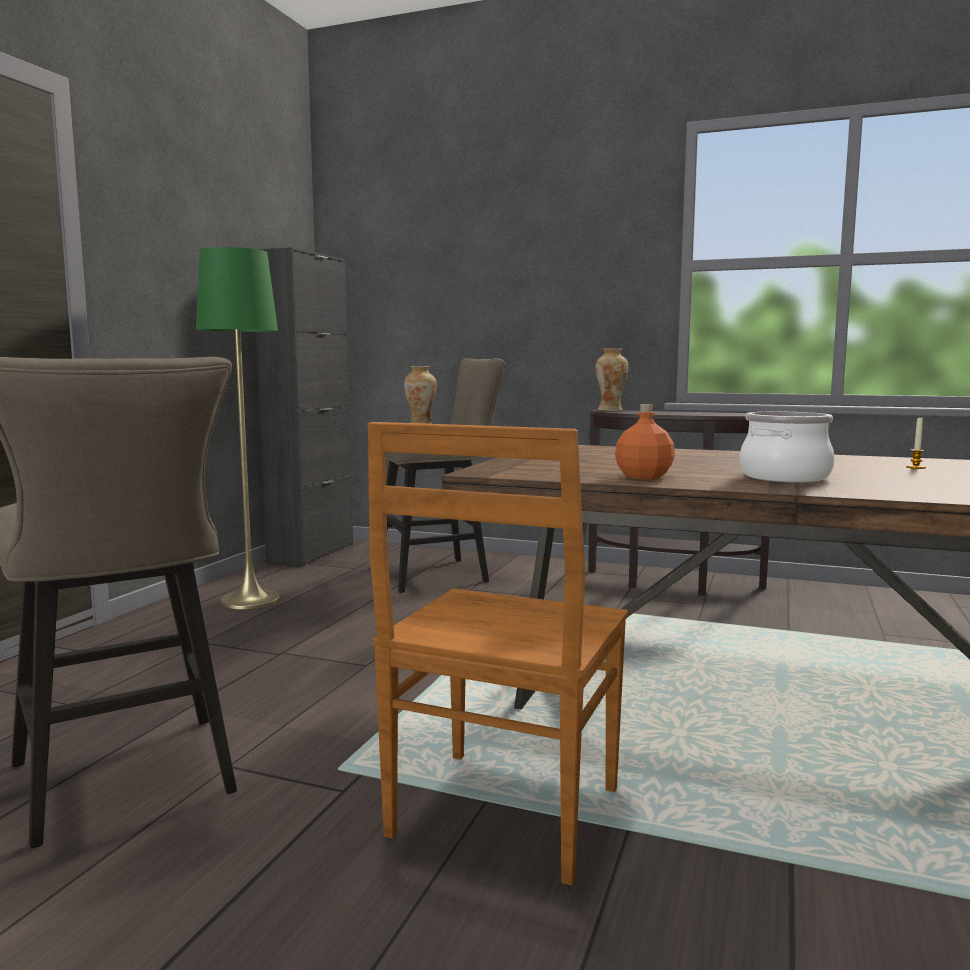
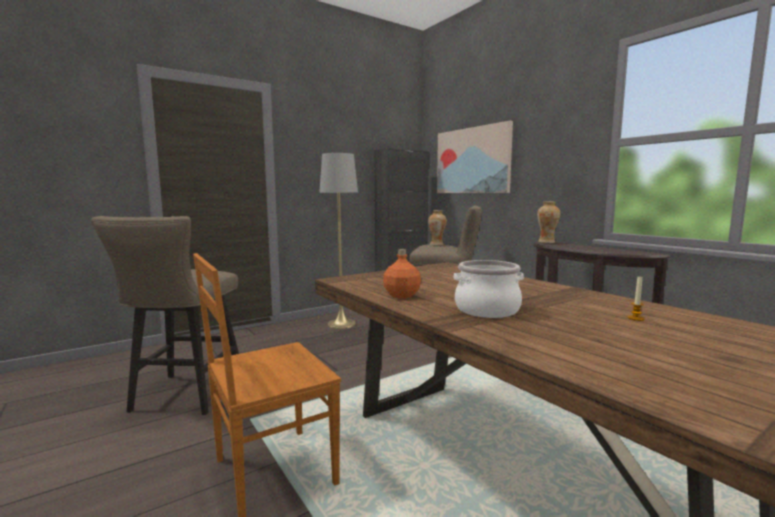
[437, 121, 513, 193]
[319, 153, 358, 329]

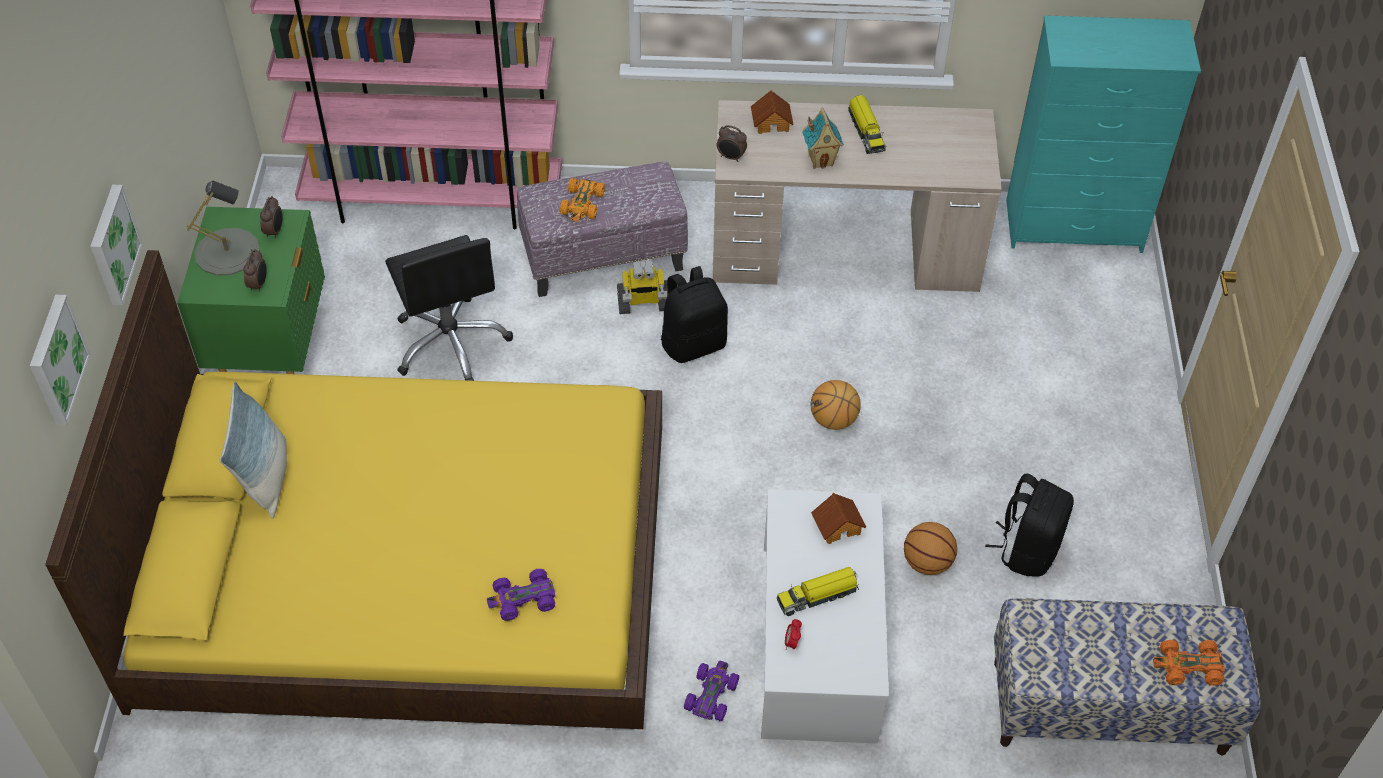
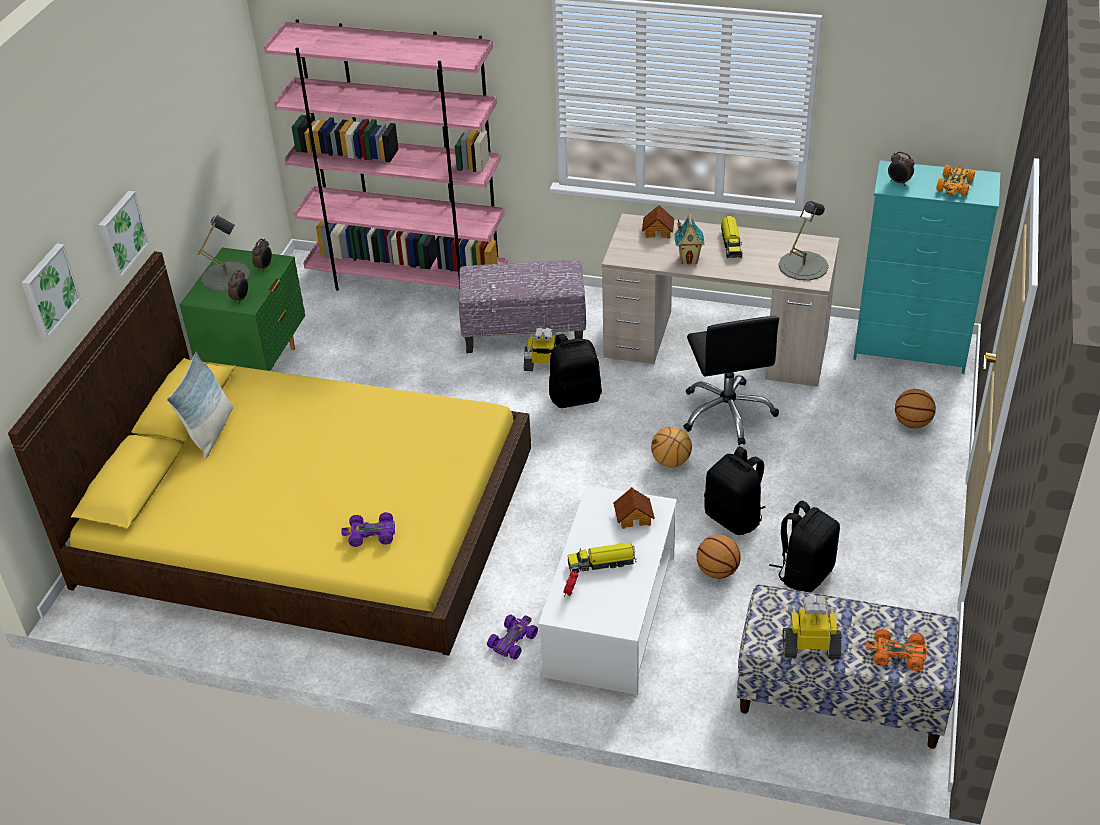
[704, 446, 766, 535]
[778, 201, 829, 281]
[783, 596, 841, 659]
[895, 389, 936, 429]
[683, 316, 779, 445]
[936, 165, 975, 196]
[888, 152, 915, 186]

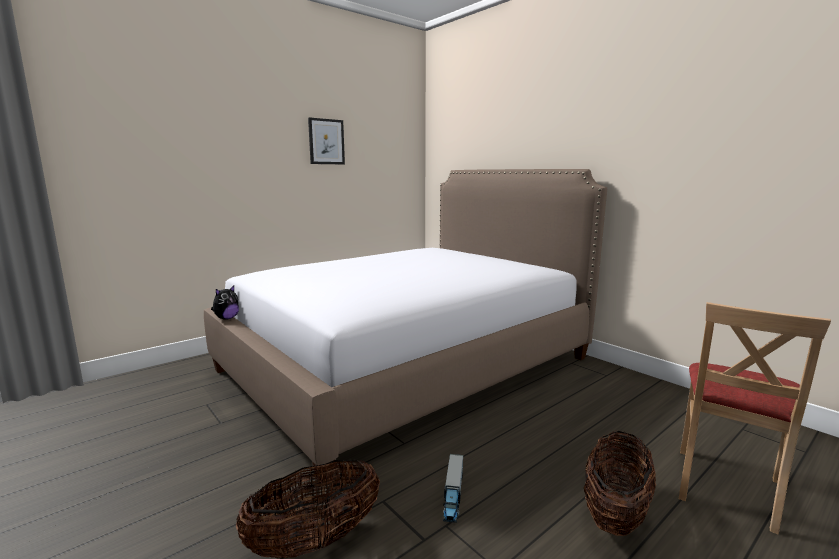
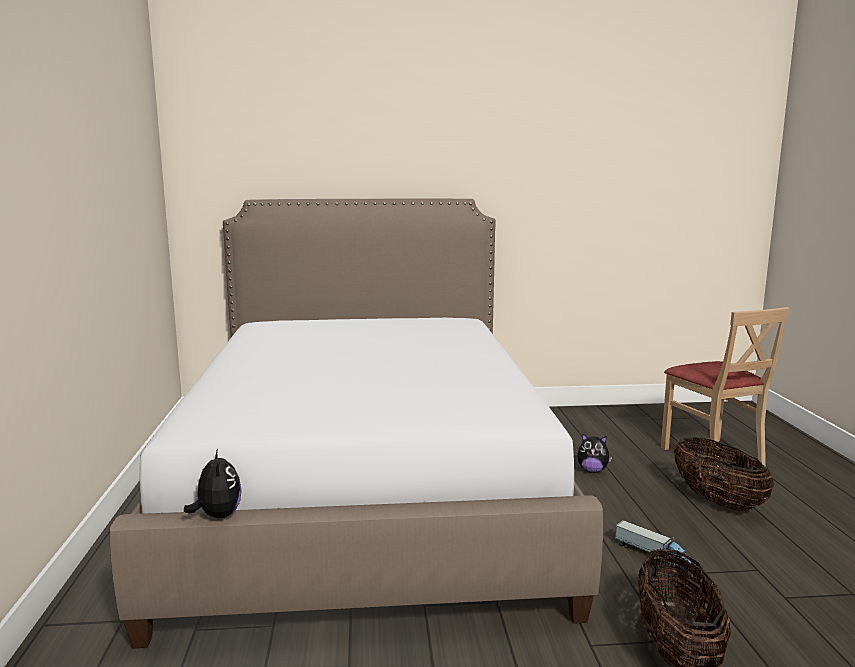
[308, 117, 345, 164] (first image)
[577, 433, 612, 473]

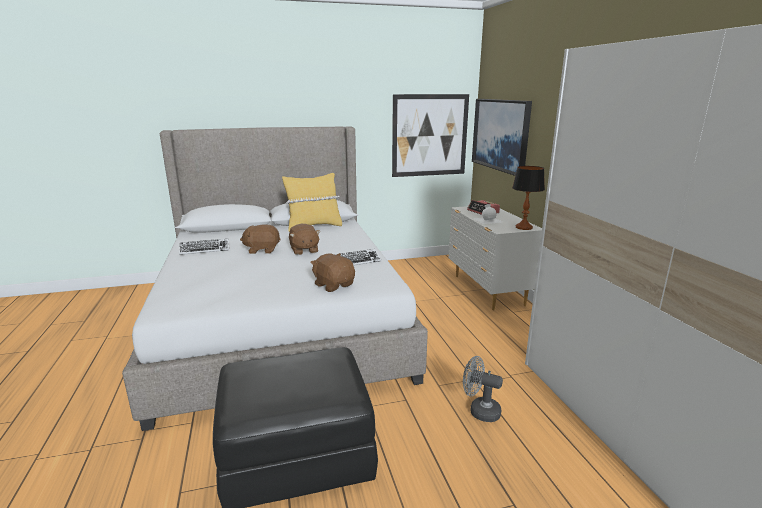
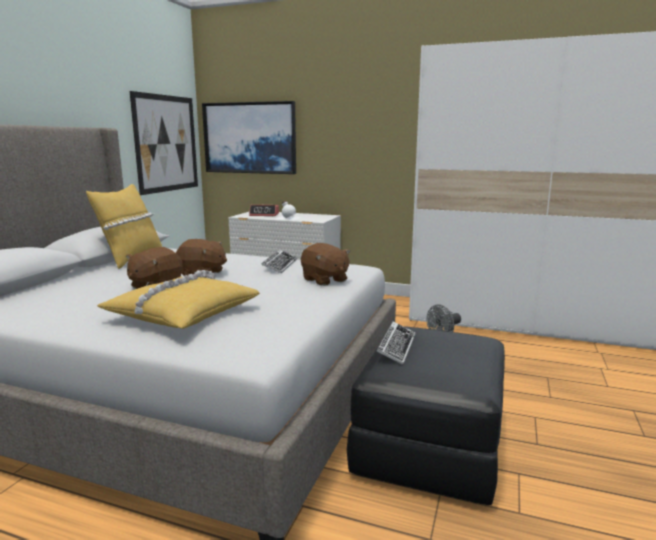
[512, 166, 545, 230] (first image)
[97, 270, 260, 329]
[377, 322, 416, 365]
[301, 243, 351, 286]

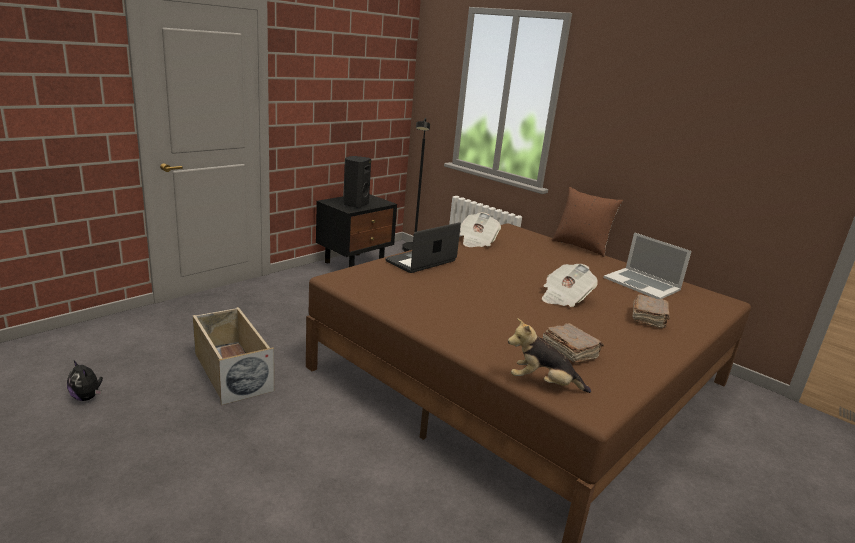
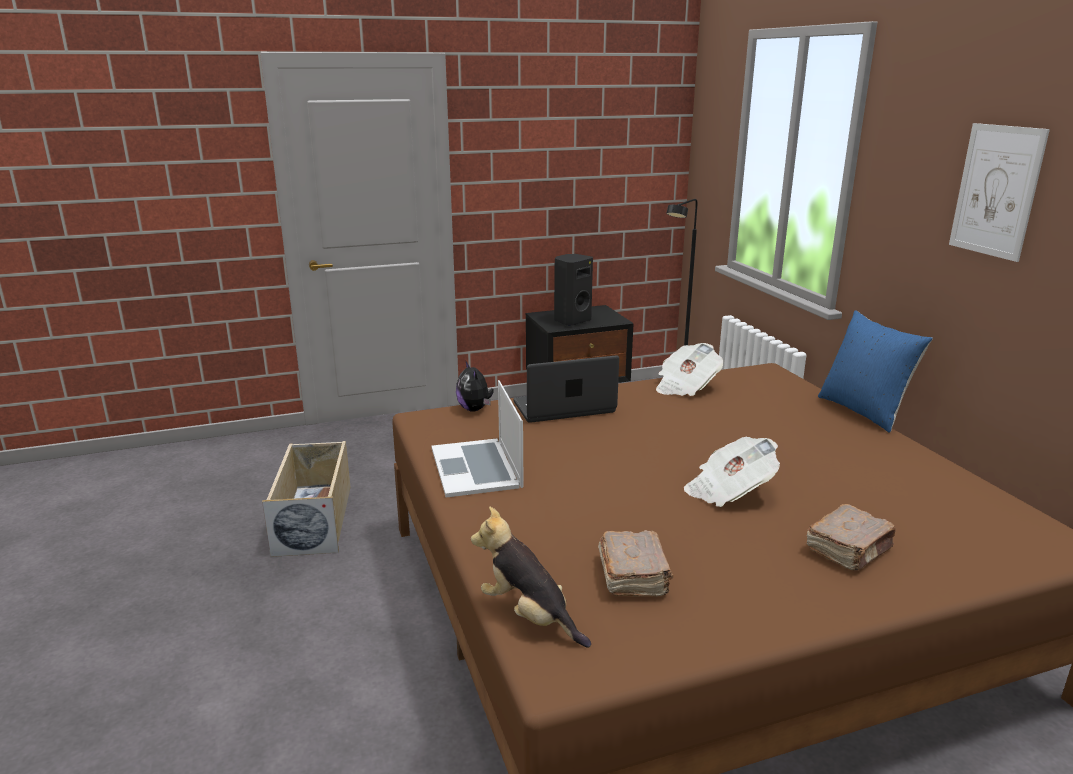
[949, 123, 1050, 262]
[456, 360, 494, 412]
[432, 380, 524, 498]
[818, 311, 933, 433]

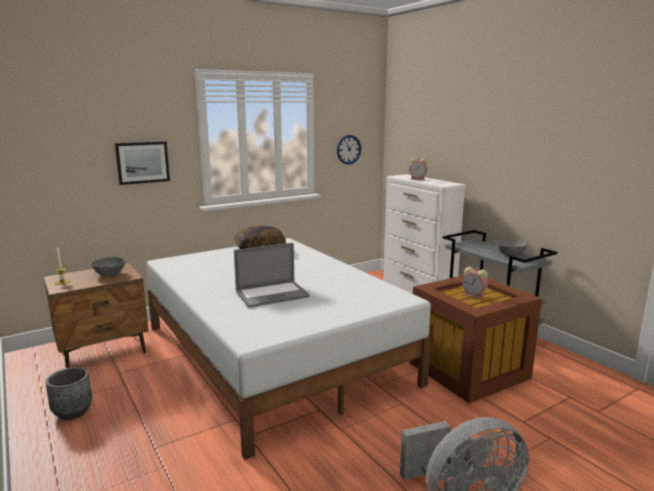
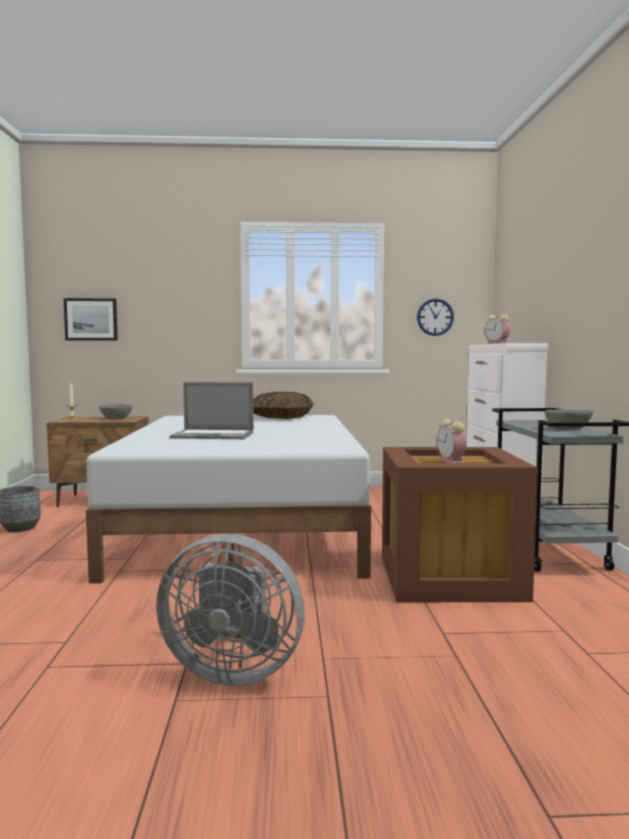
[64, 298, 118, 340]

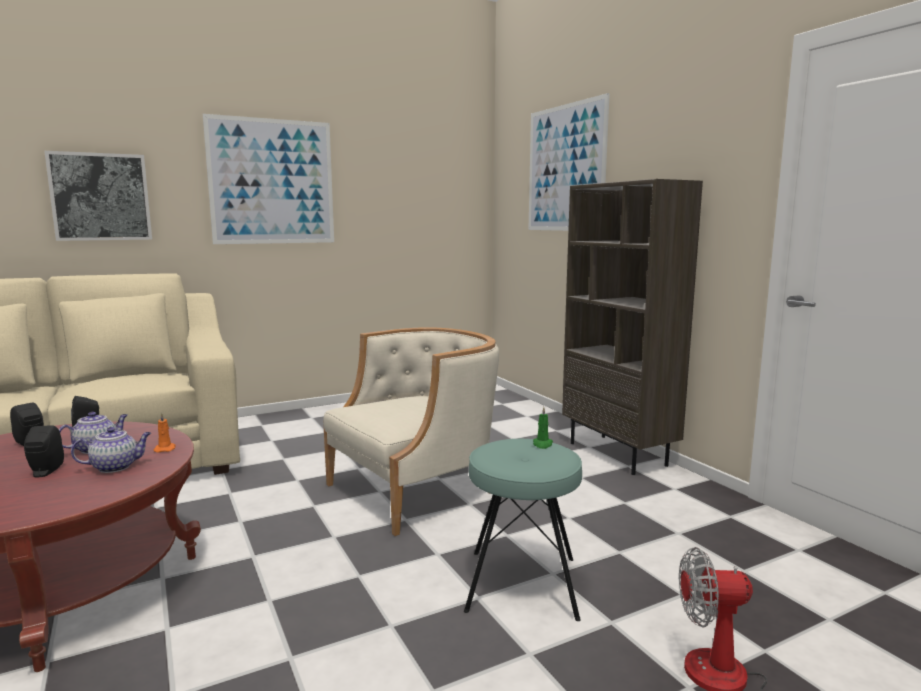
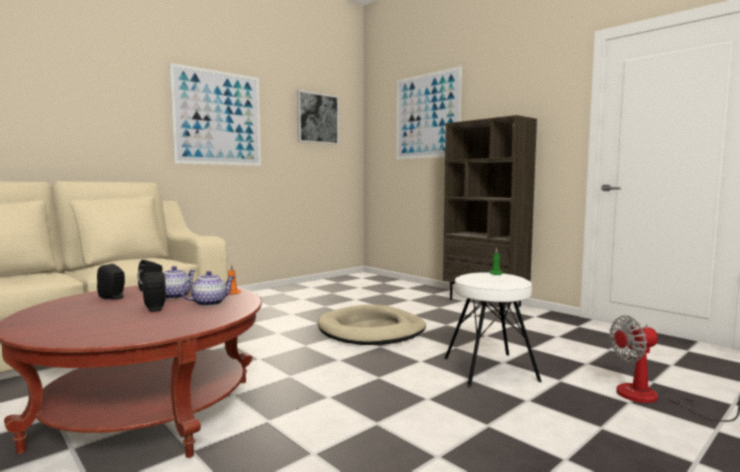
[297, 90, 339, 145]
[317, 304, 426, 345]
[445, 273, 542, 387]

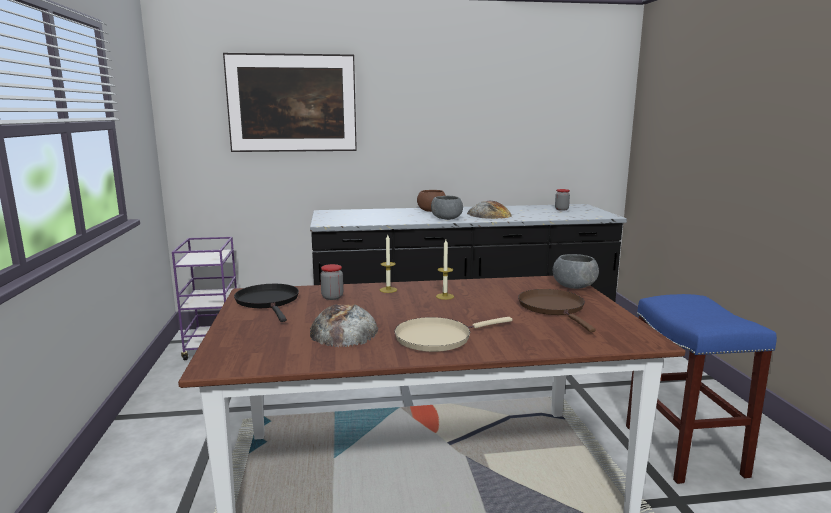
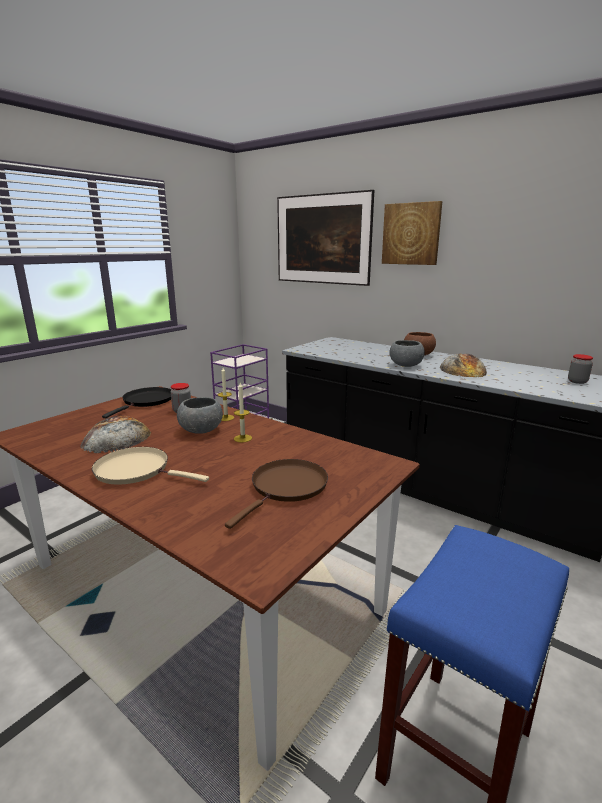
[382, 201, 443, 265]
[177, 397, 223, 434]

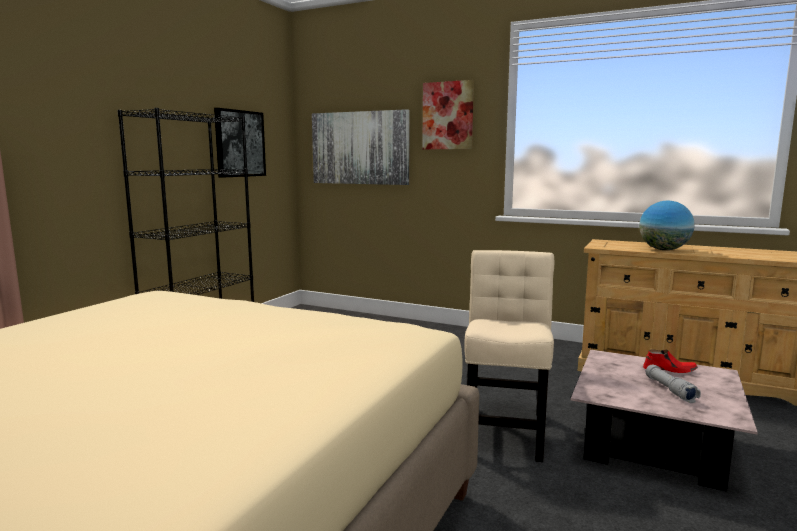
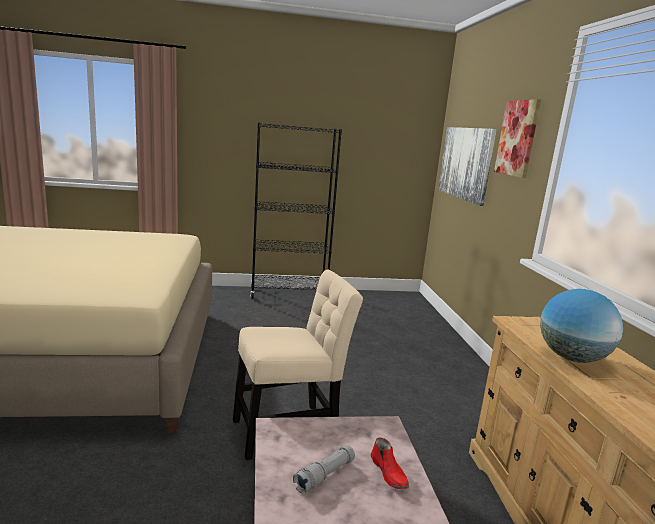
[214, 108, 266, 178] (first image)

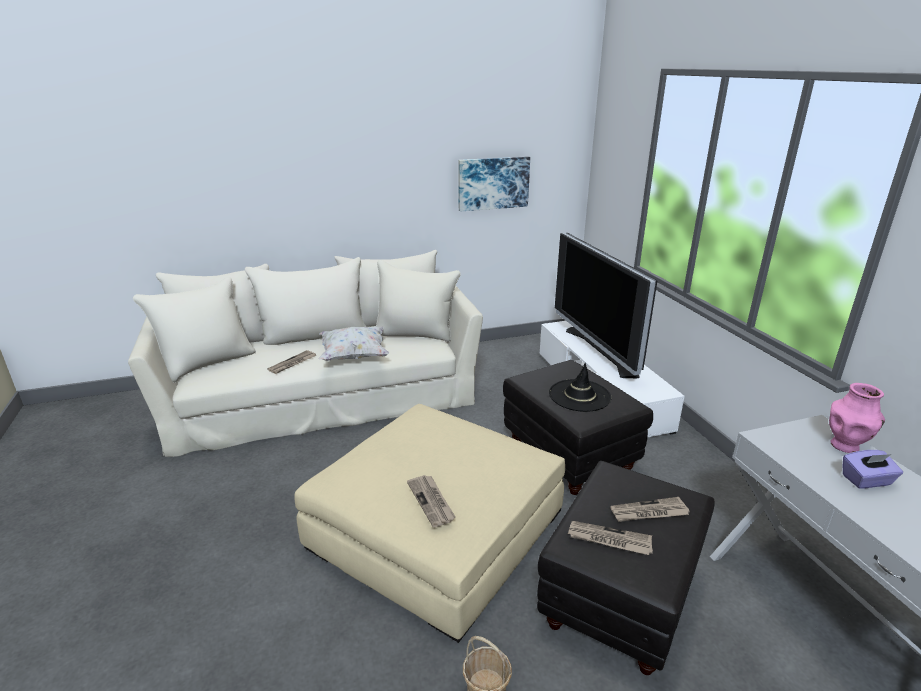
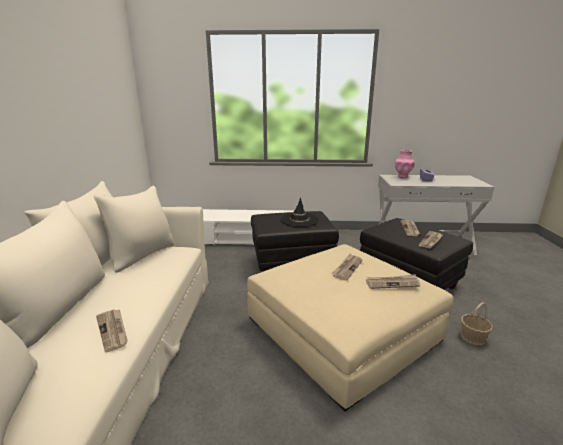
[319, 327, 389, 361] (first image)
[459, 156, 530, 211] (first image)
[555, 233, 657, 378] (first image)
[332, 254, 363, 281]

